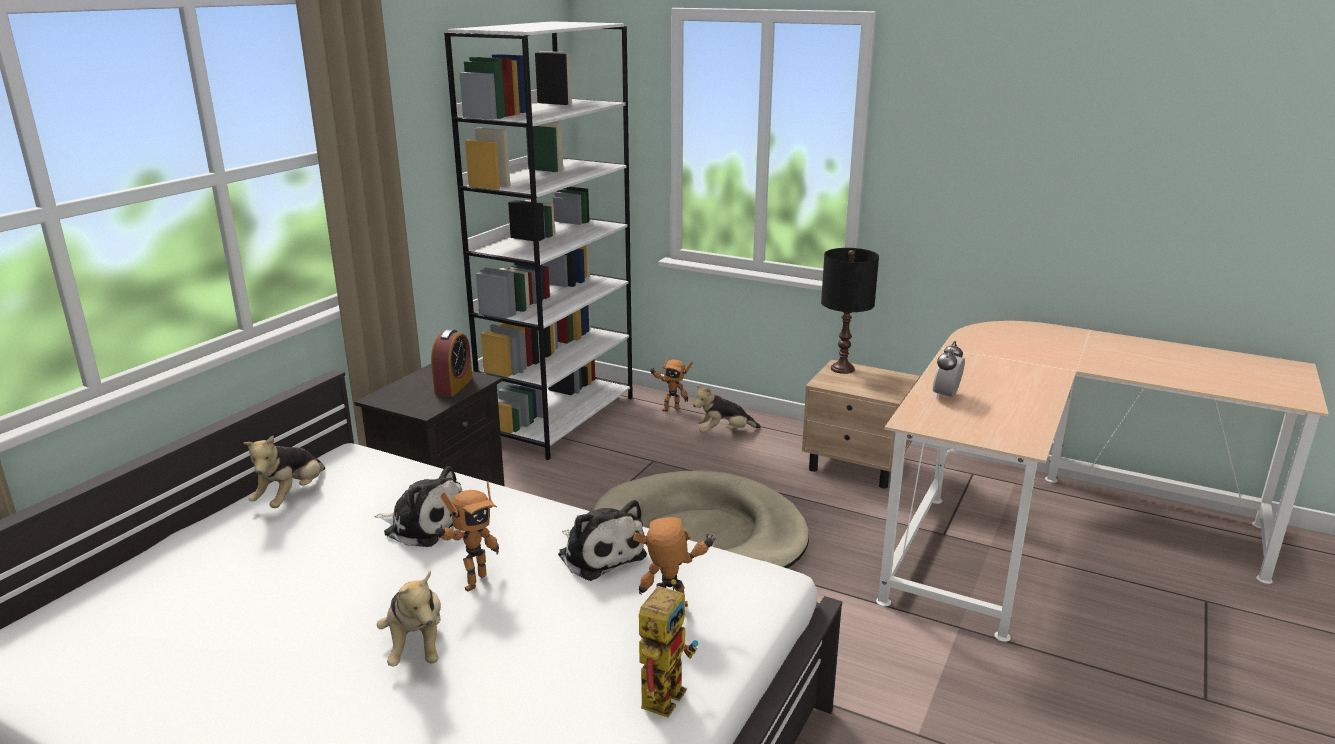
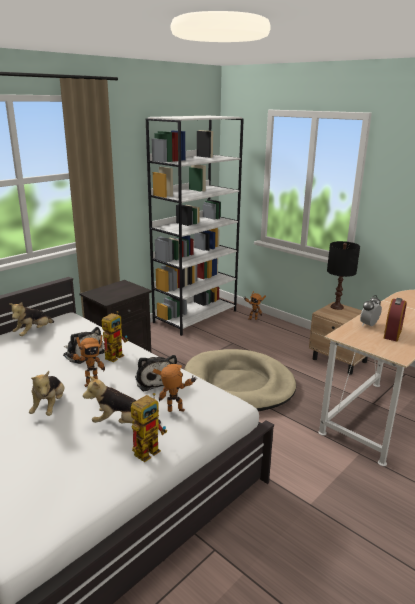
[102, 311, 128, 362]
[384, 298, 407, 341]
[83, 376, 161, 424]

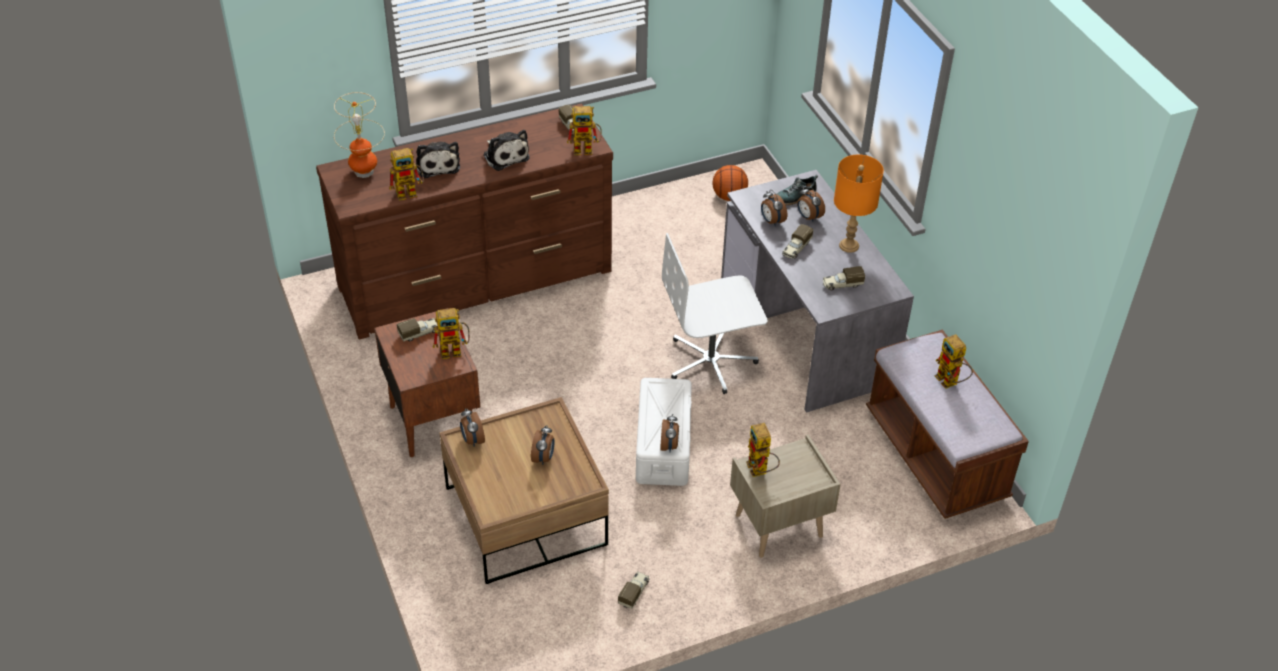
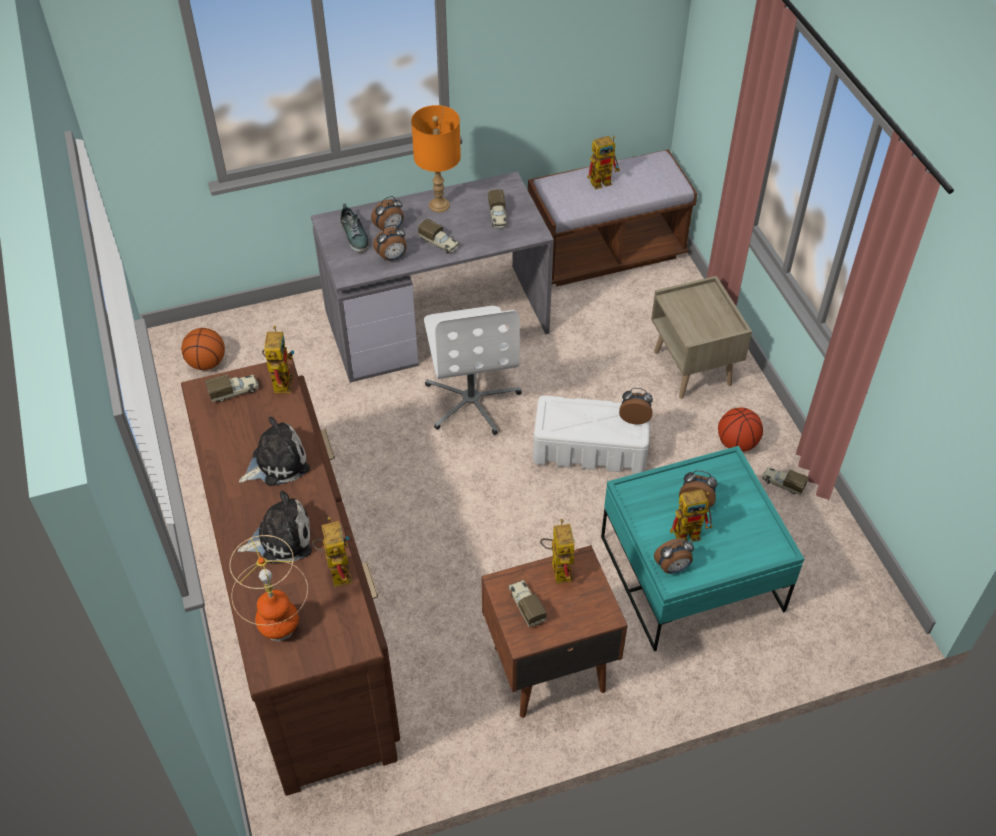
[718, 408, 763, 452]
[670, 489, 712, 542]
[601, 446, 804, 652]

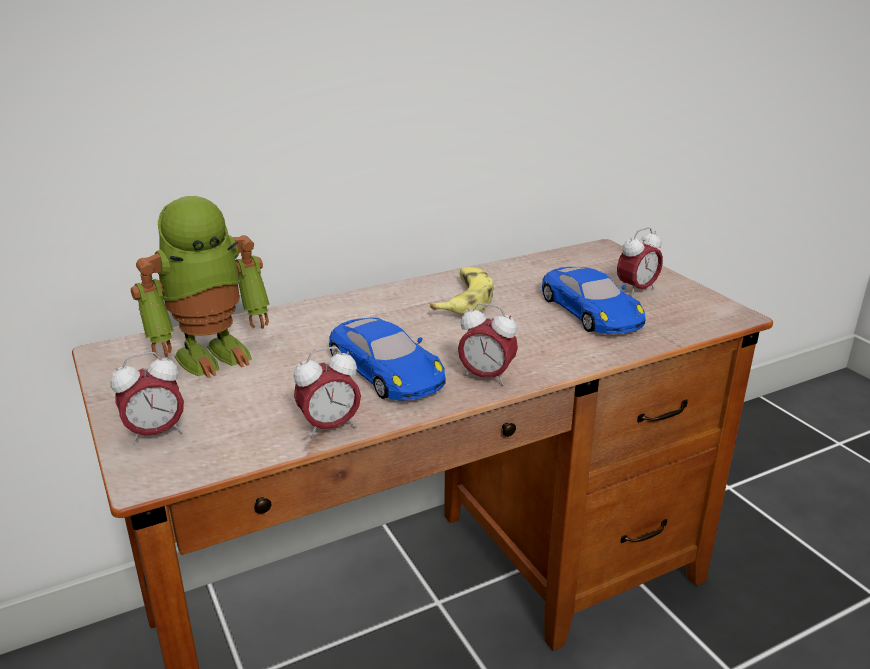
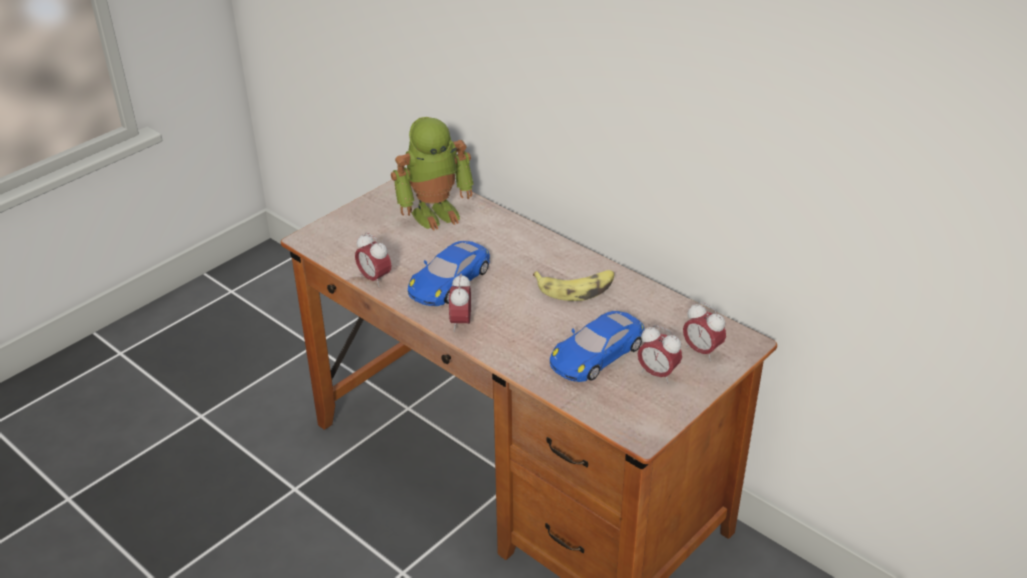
[683, 302, 726, 361]
[391, 117, 474, 231]

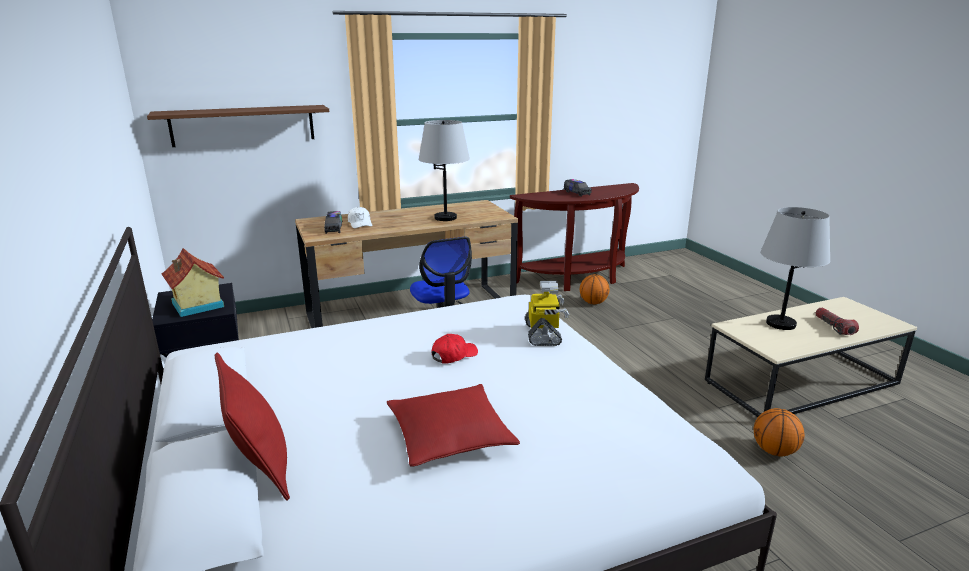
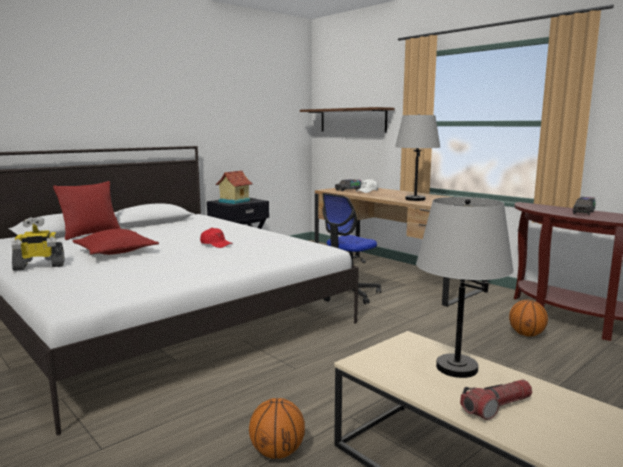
[12, 217, 64, 271]

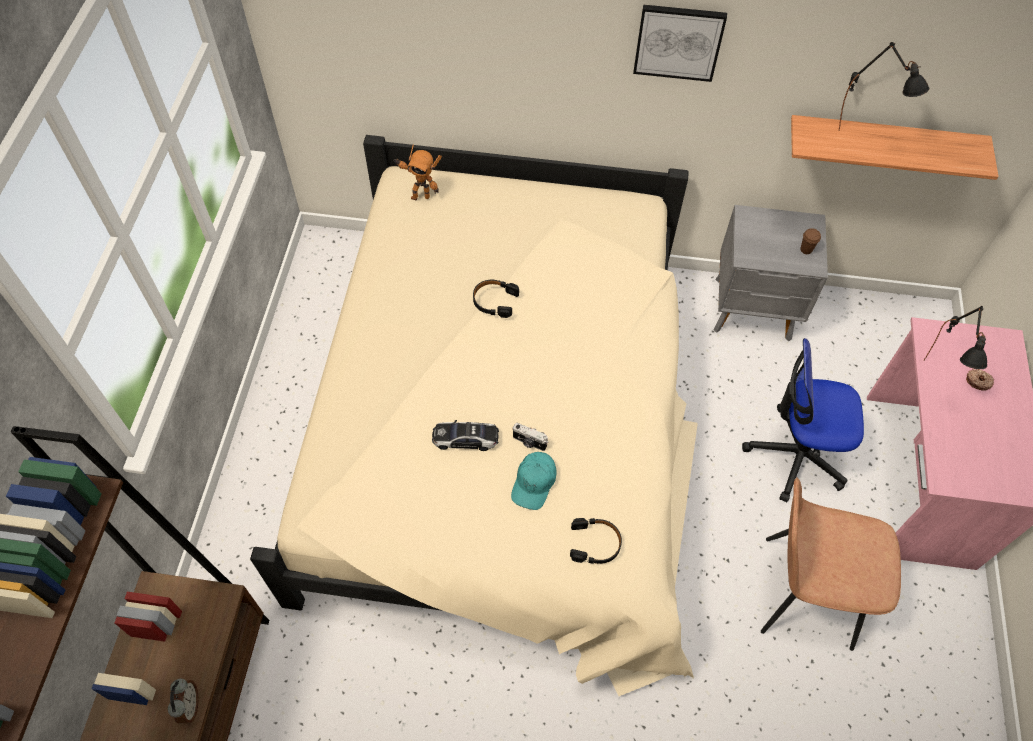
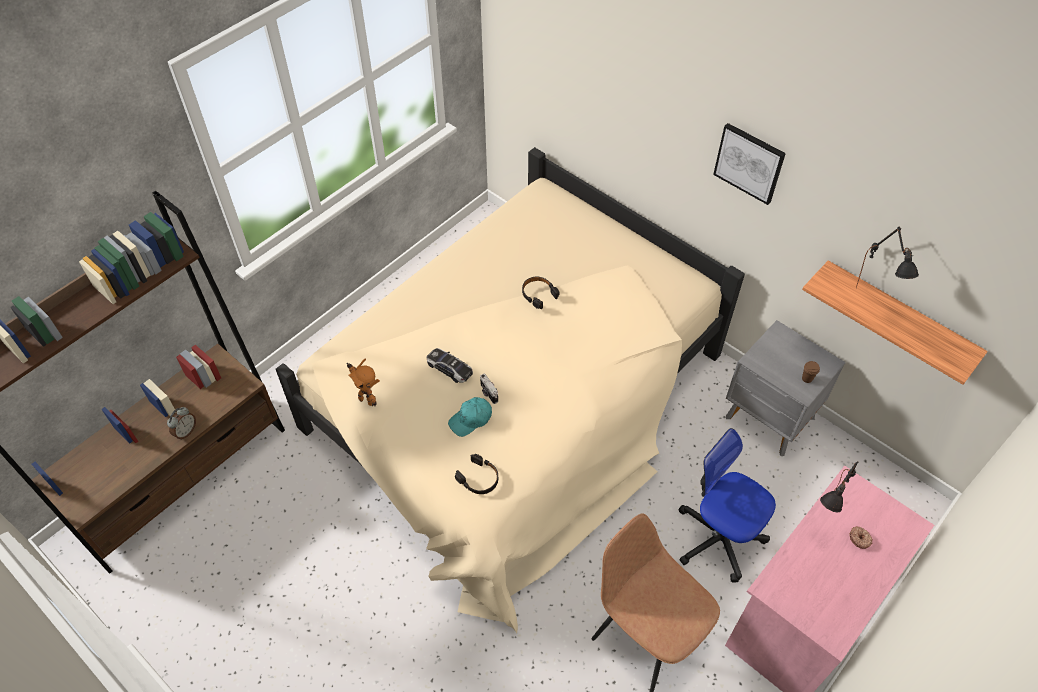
[346, 358, 380, 406]

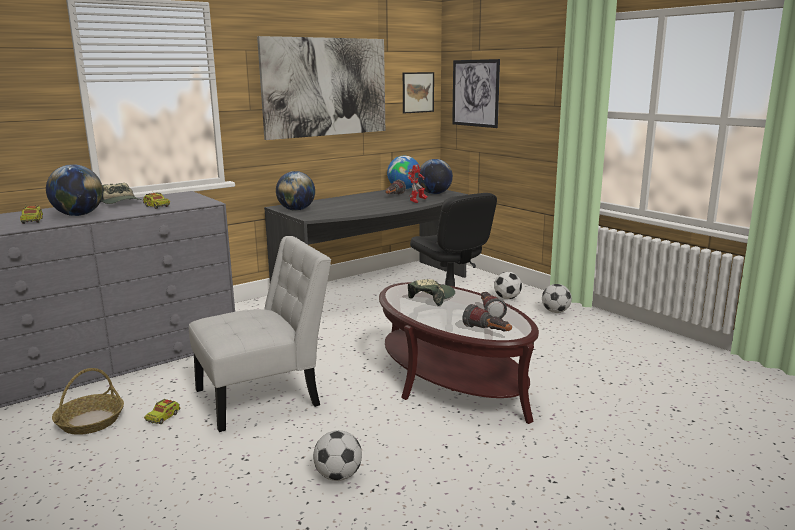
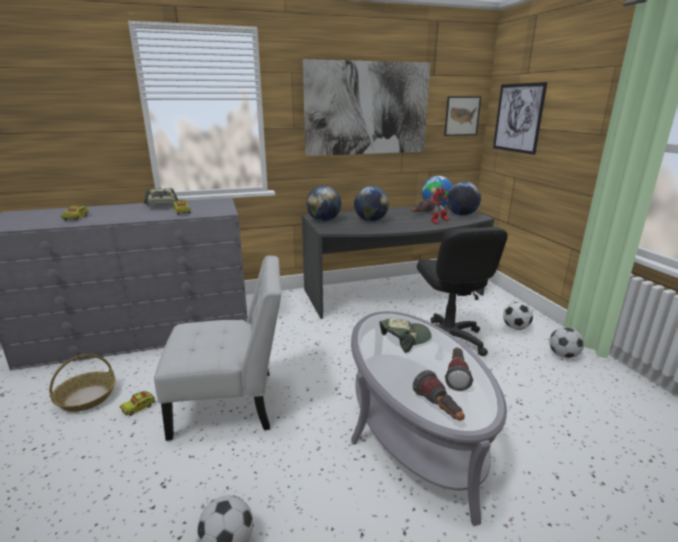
[354, 186, 389, 222]
[351, 311, 507, 526]

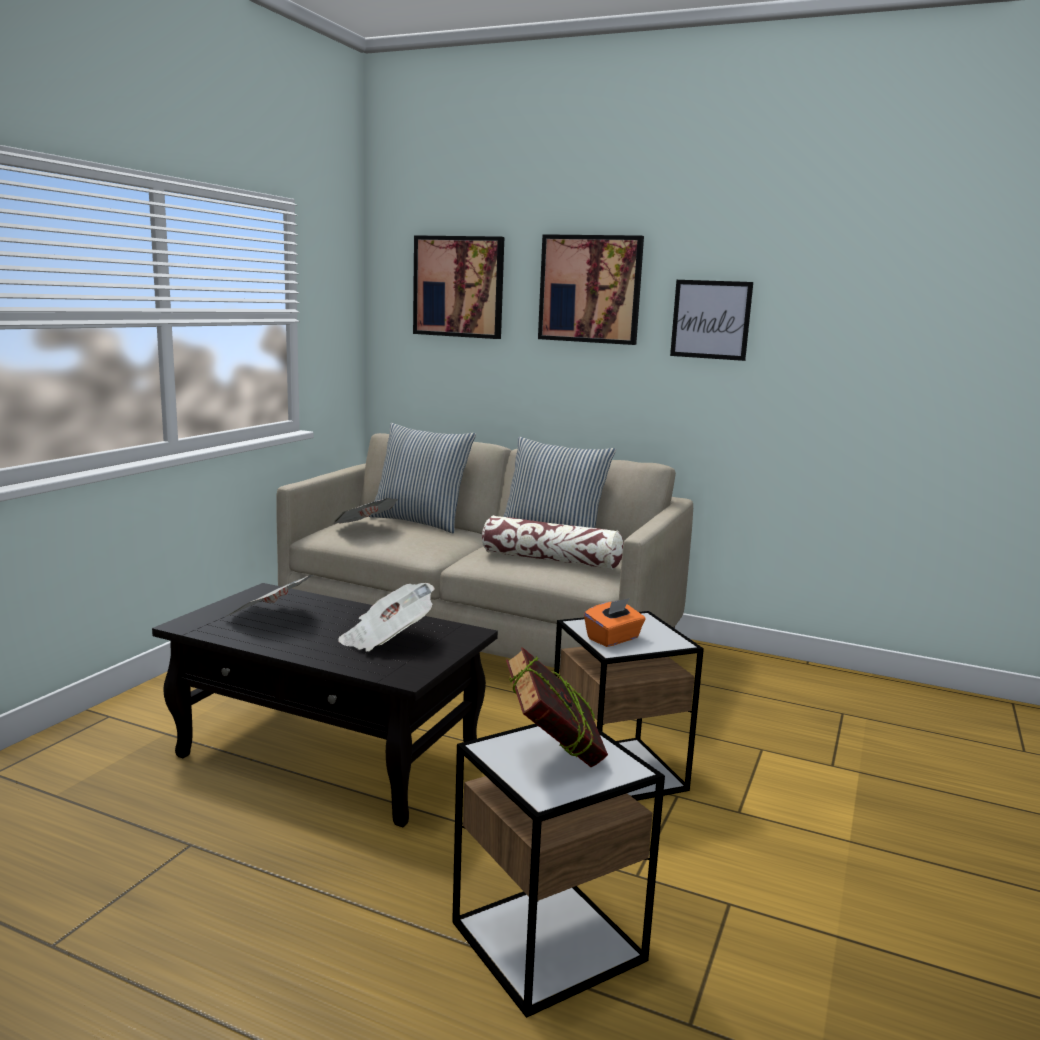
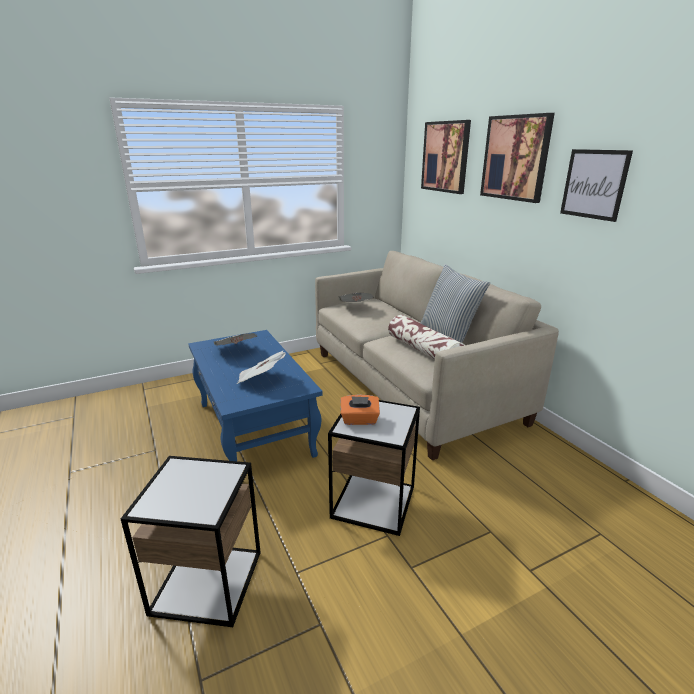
[369, 423, 476, 534] (first image)
[506, 647, 608, 767] (first image)
[188, 330, 323, 461]

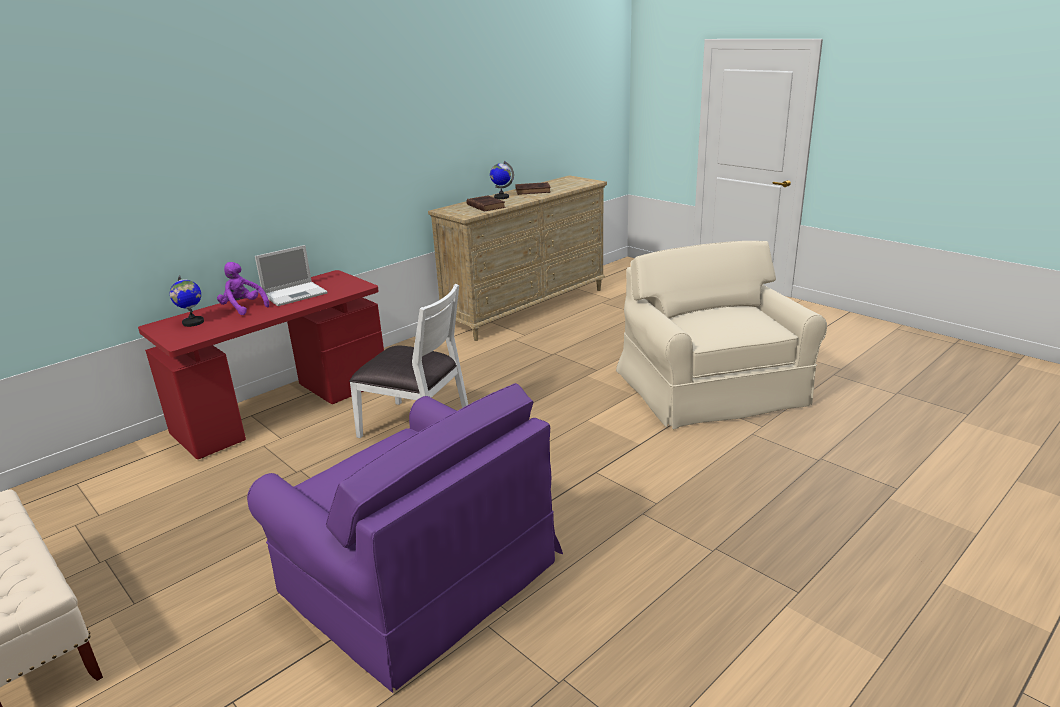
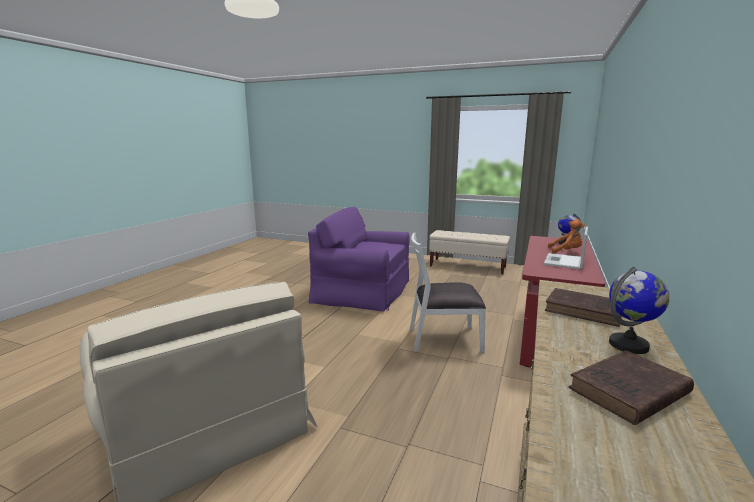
[548, 219, 585, 254]

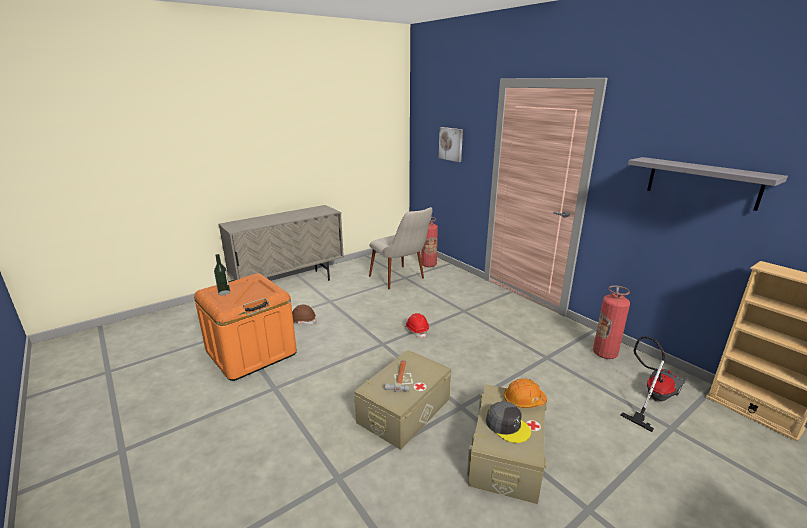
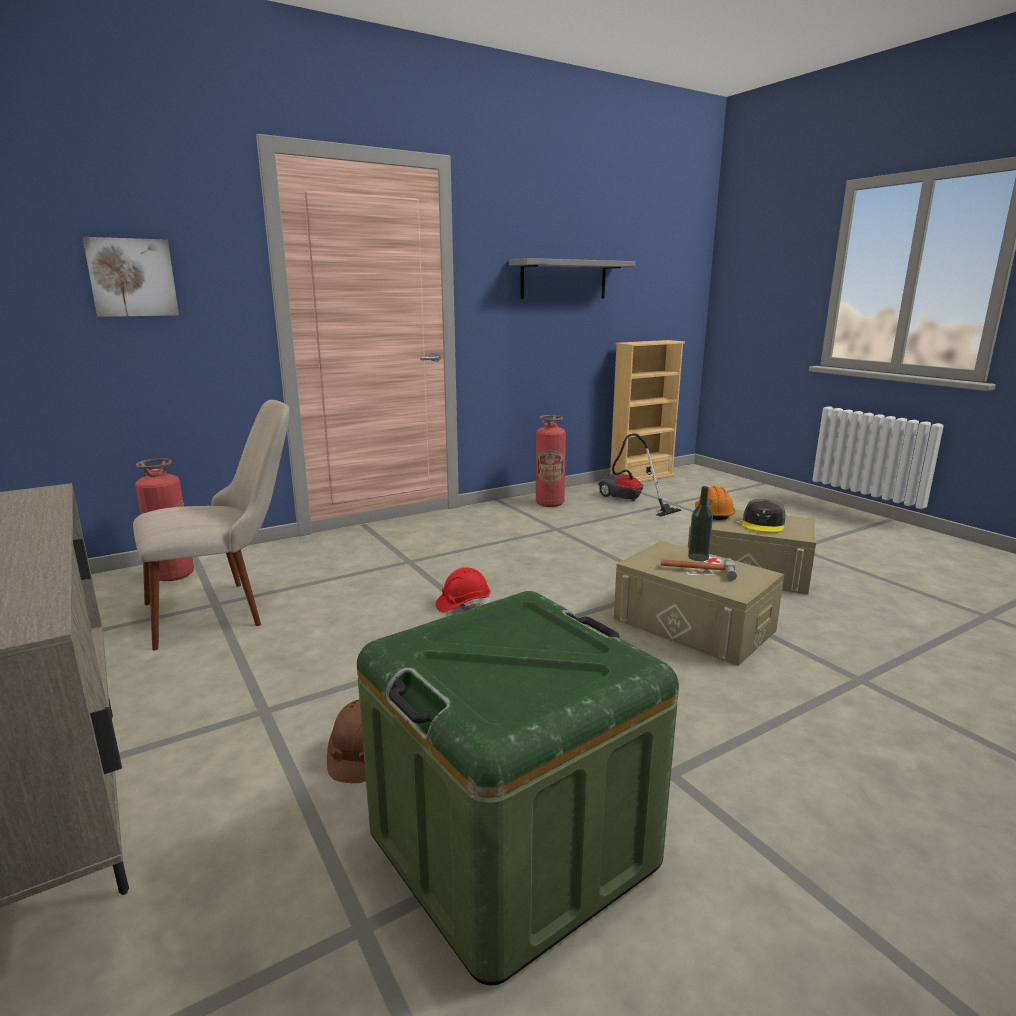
[688, 486, 713, 561]
[357, 591, 679, 985]
[742, 499, 786, 533]

